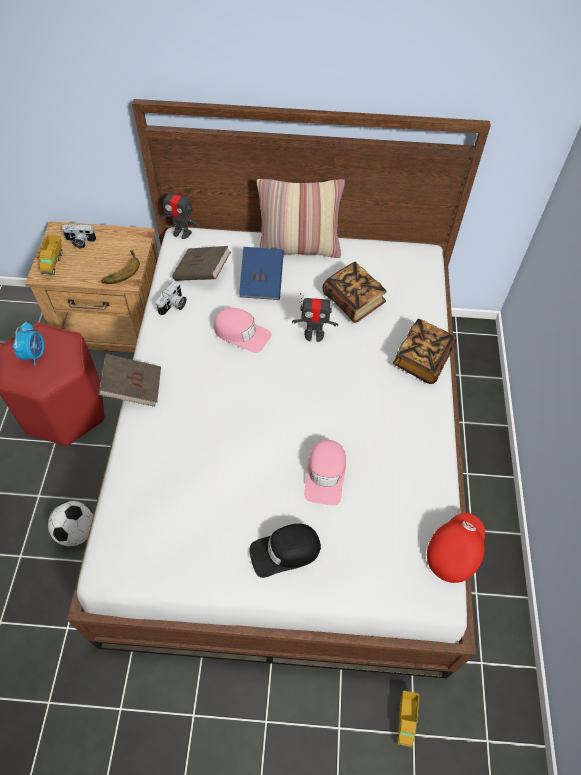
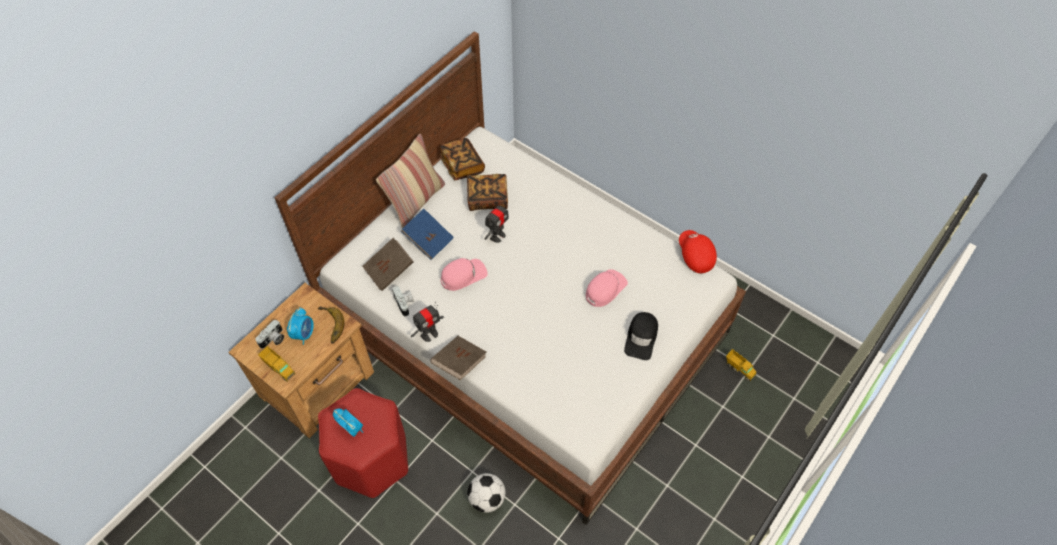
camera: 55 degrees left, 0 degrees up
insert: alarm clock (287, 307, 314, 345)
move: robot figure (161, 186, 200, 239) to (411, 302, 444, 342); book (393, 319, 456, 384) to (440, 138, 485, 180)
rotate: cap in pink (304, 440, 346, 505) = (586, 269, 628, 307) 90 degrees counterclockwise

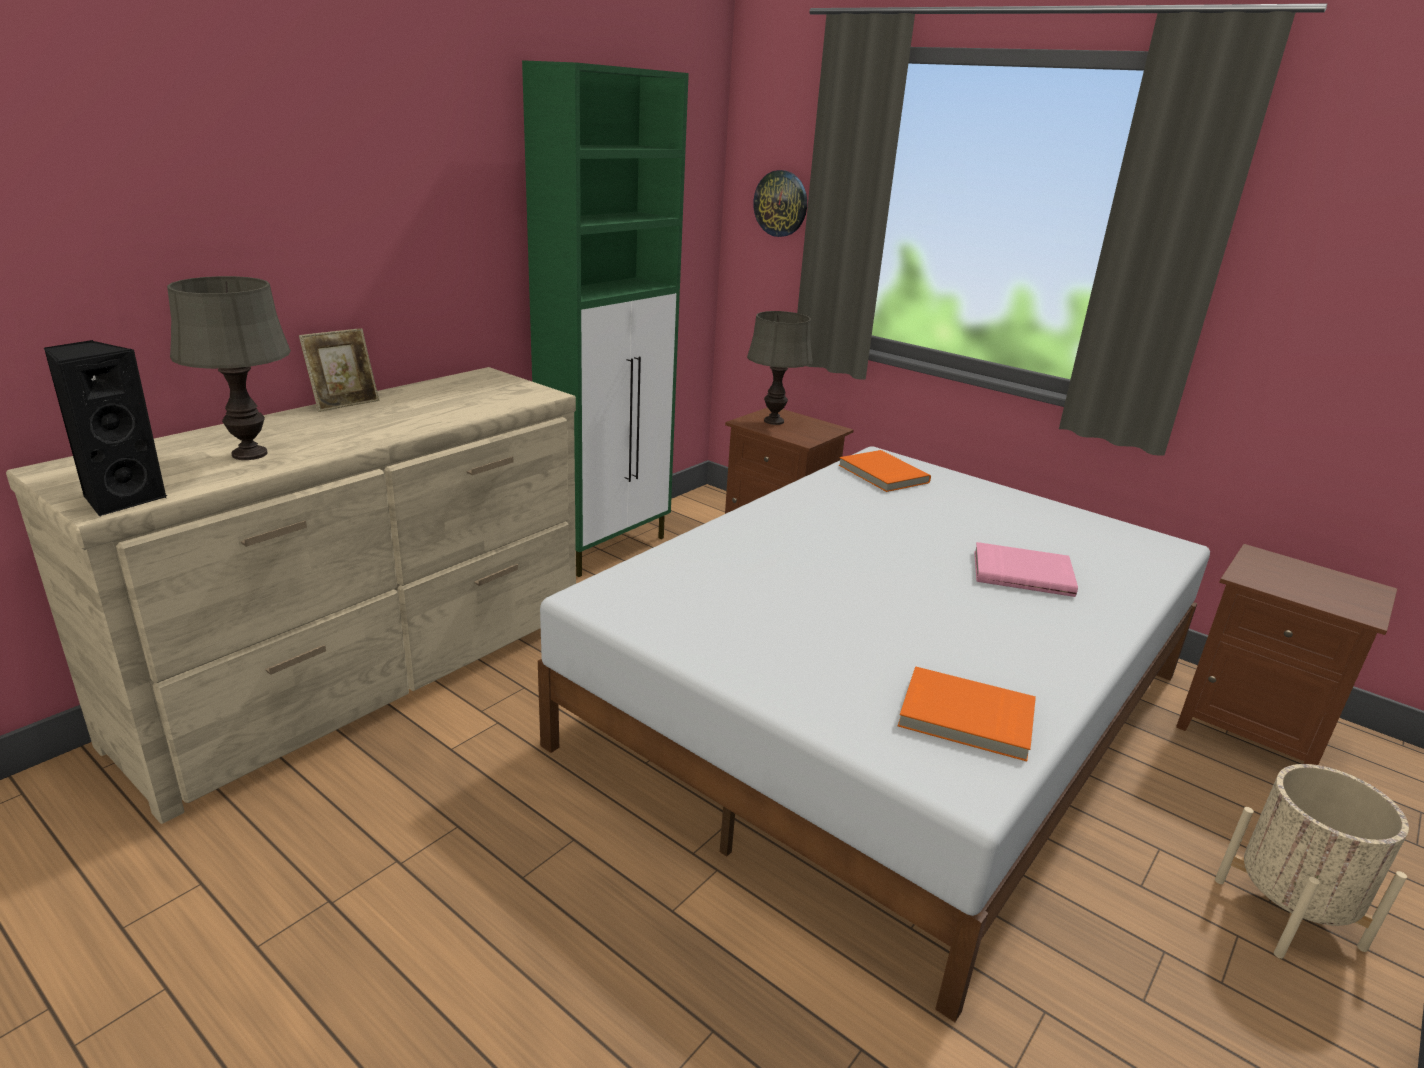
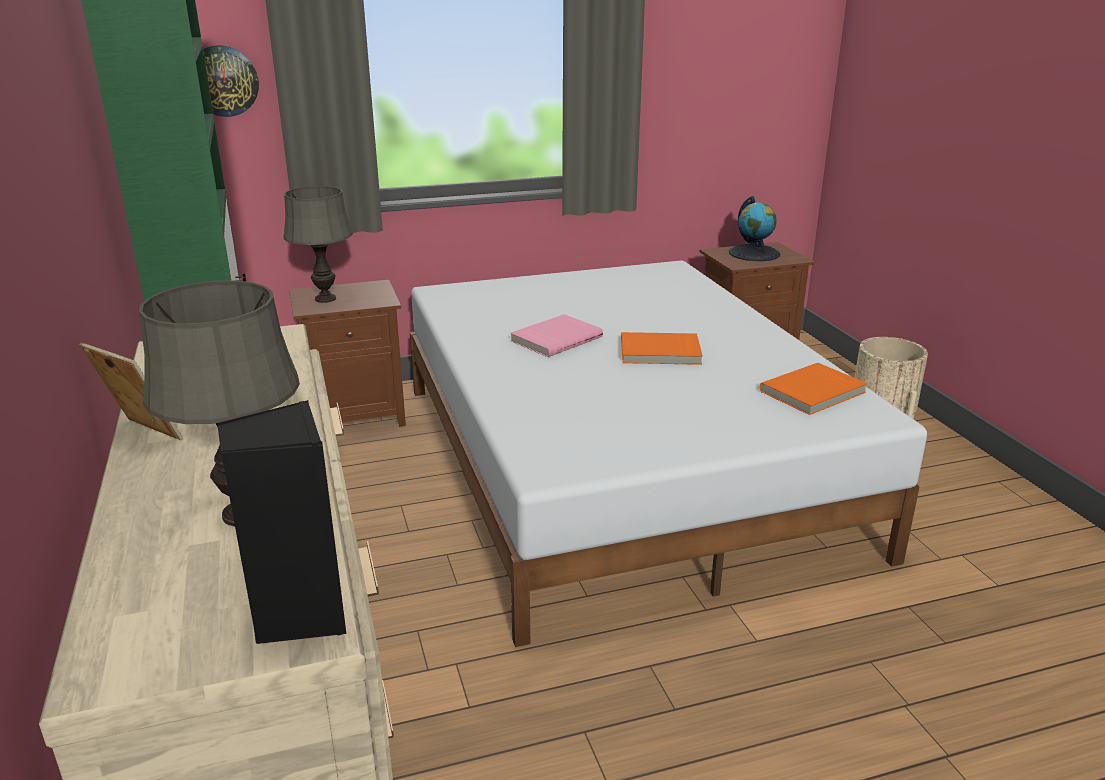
camera: 55 degrees left, 0 degrees up
insert: desk globe (729, 196, 780, 261)
move: book in orange-coloured (839, 450, 931, 492) to (621, 332, 703, 365); book in pink (974, 542, 1078, 597) to (510, 314, 603, 357)
rotate: picture frame (299, 328, 379, 412) = (80, 343, 183, 440) 45 degrees counterclockwise

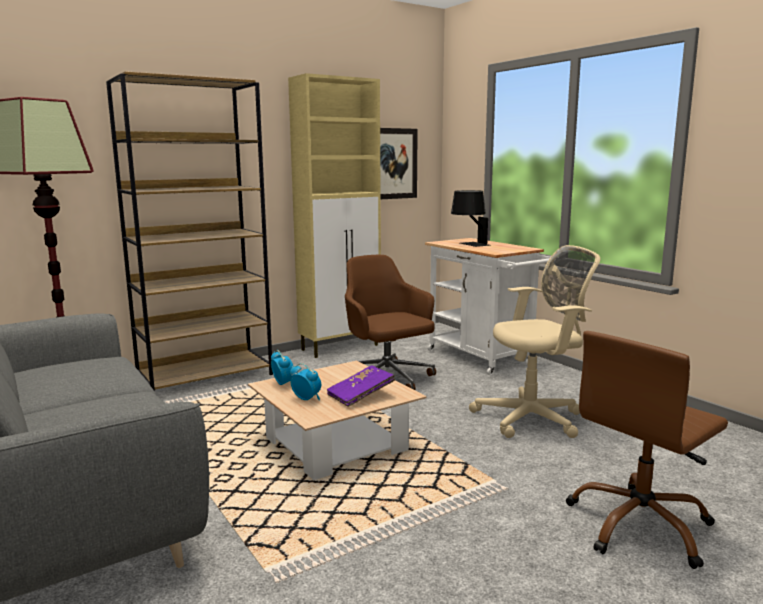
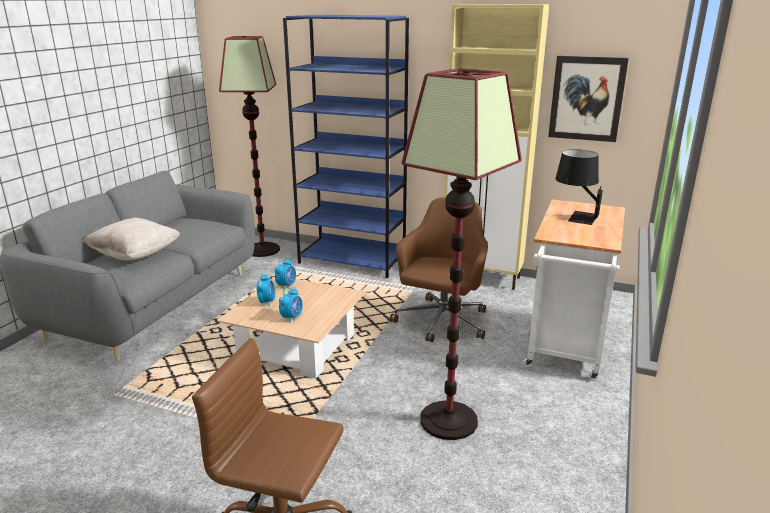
camera: 55 degrees right, 10 degrees up
insert: pillow in beige-coloured (82, 218, 180, 260)
replace: book in purple-coloured (327, 365, 395, 407) to alarm clock (279, 288, 303, 323); desk chair in beige-coloured (469, 245, 600, 438) to floor lamp (402, 68, 522, 440)
recolor: bookcase in brown-coloured (106, 71, 273, 391) to bookcase in blue (283, 15, 409, 278)

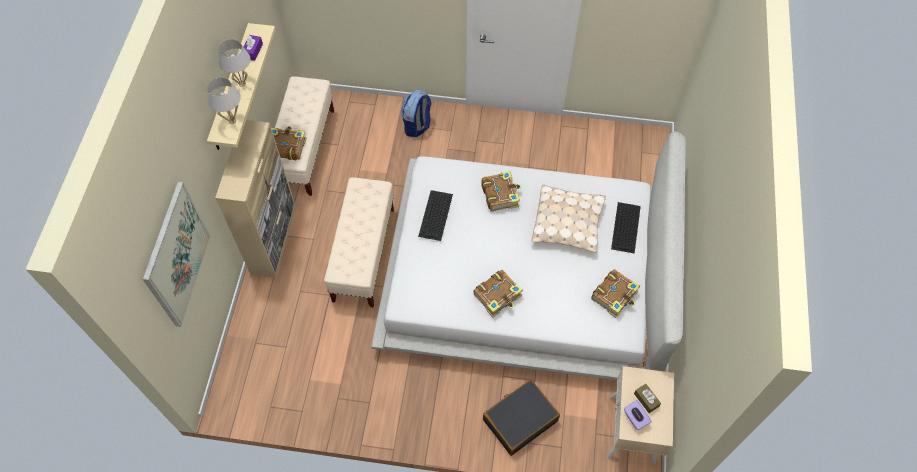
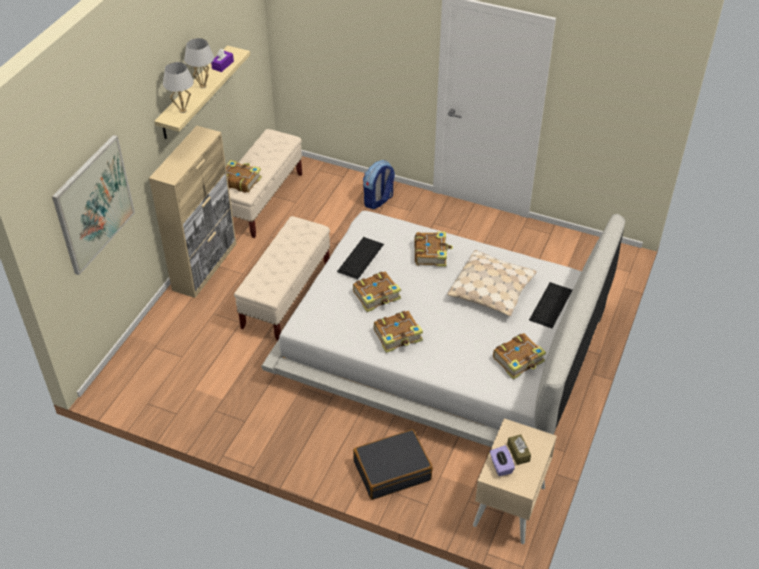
camera: 15 degrees right, 15 degrees down
insert: book (353, 271, 401, 312)

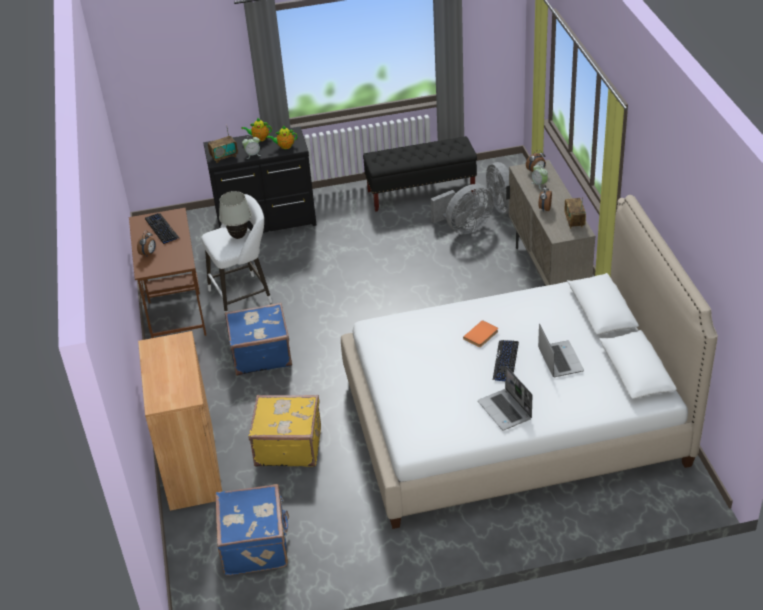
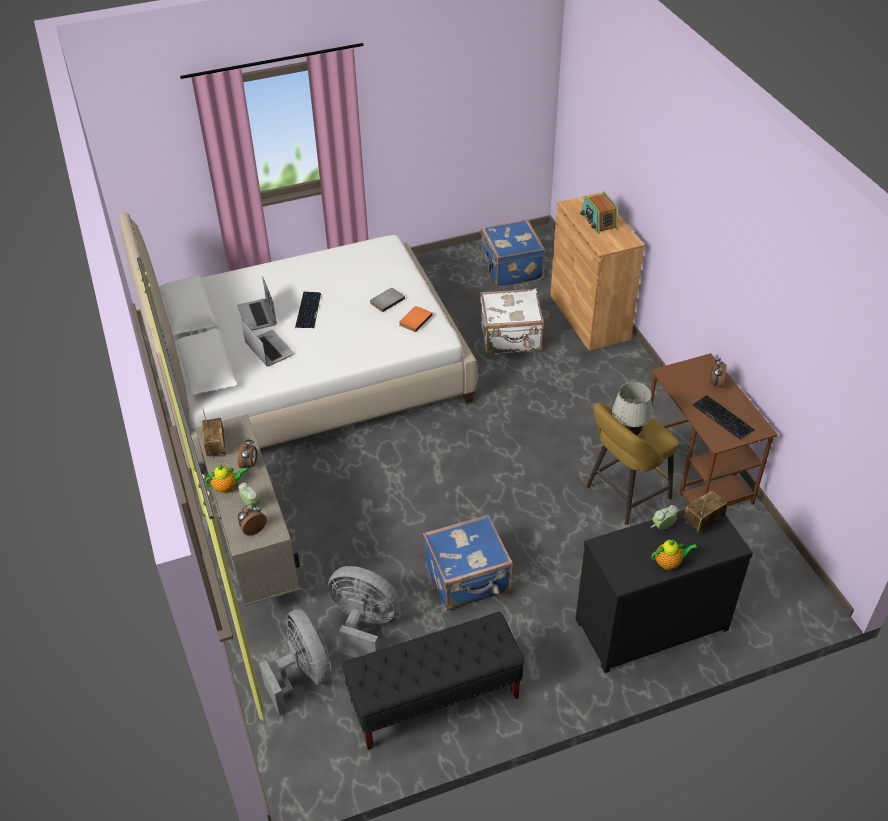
camera: 170 degrees right, 5 degrees up
insert: book in grey (370, 288, 405, 312); radio set (580, 192, 618, 234)
move: travel case in blue (225, 303, 292, 376) to (423, 514, 513, 611); teapot (267, 125, 297, 149) to (206, 465, 248, 493); book in orange-coloured (463, 320, 498, 347) to (399, 306, 433, 332); portable computer (478, 366, 532, 430) to (241, 319, 294, 367)
recolor: sitting stool in white-coloured (202, 194, 272, 312) to sitting stool in yellowish (587, 402, 678, 525); travel case in yellowish (249, 395, 321, 467) to travel case in white-coloured (480, 288, 544, 355)
rotate: cooling fan in grey (431, 184, 494, 234) = (328, 566, 400, 658) 60 degrees clockwise

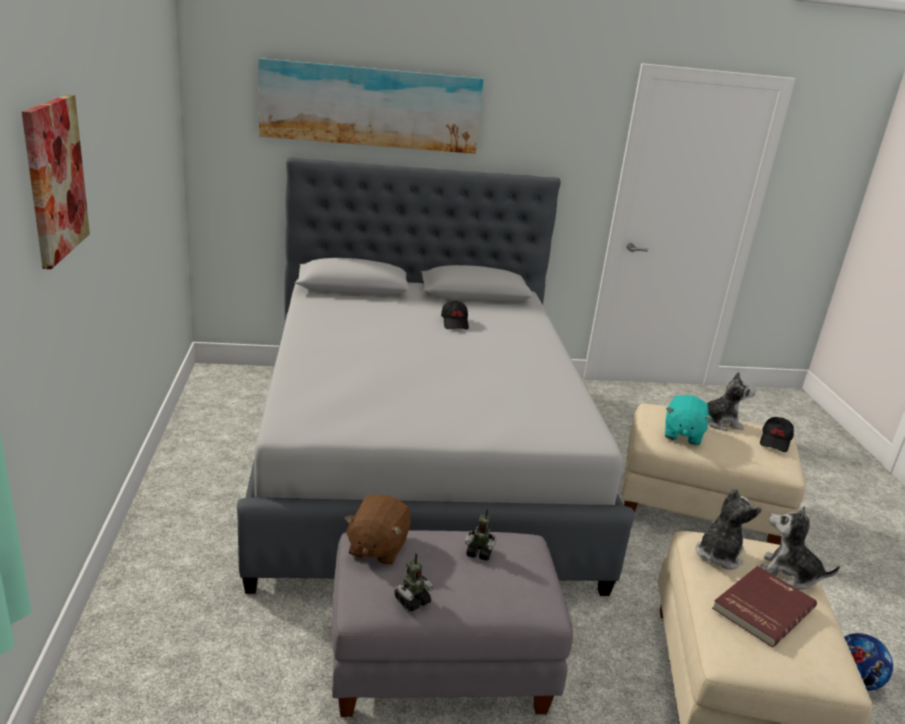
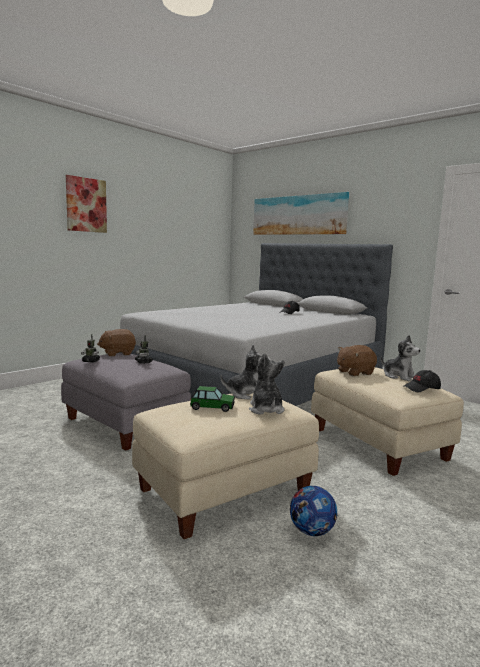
camera: 50 degrees right, 15 degrees down
replace: book in red (712, 566, 817, 648) to model car (190, 386, 235, 412)
recolor: plush toy in turquoise (665, 395, 713, 445) to plush toy in brown-coloured (337, 345, 377, 376)

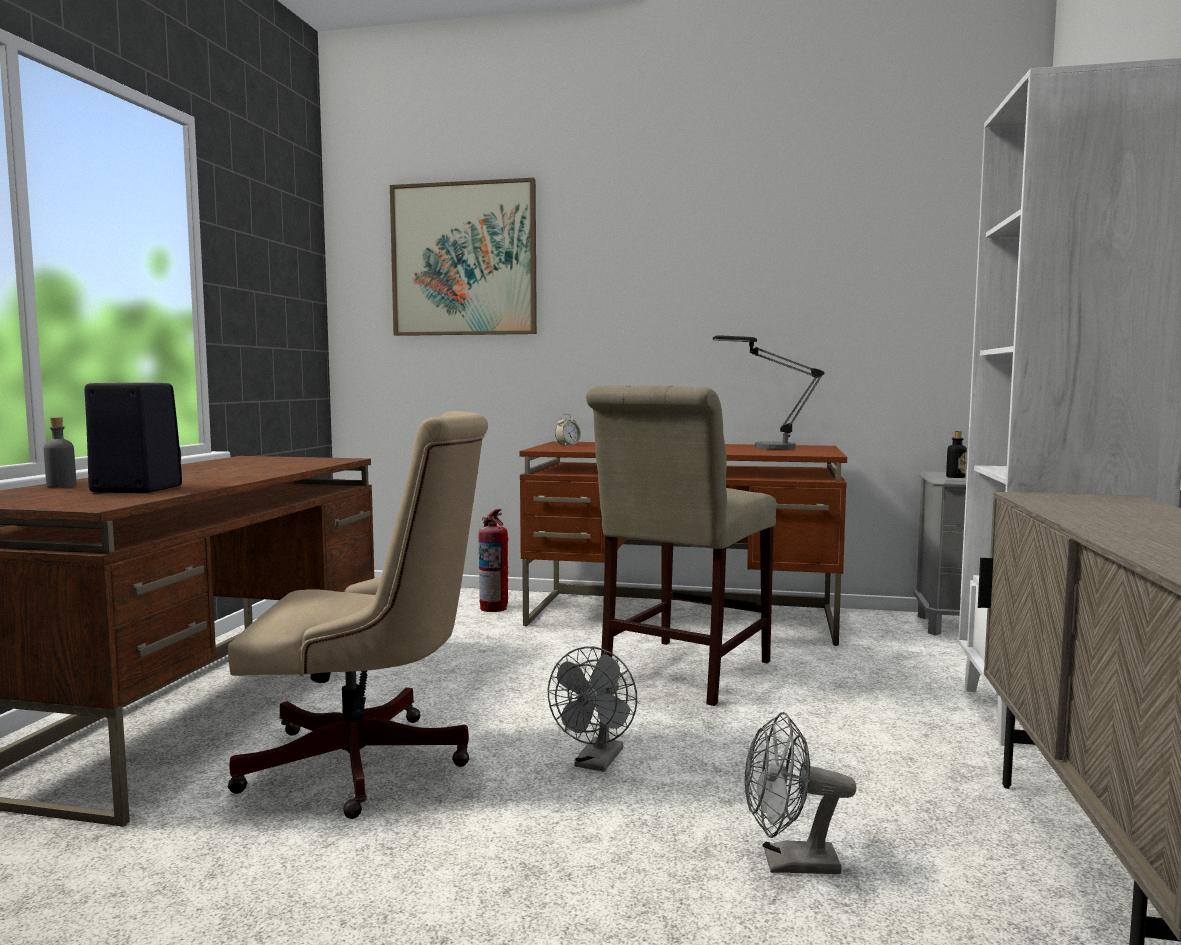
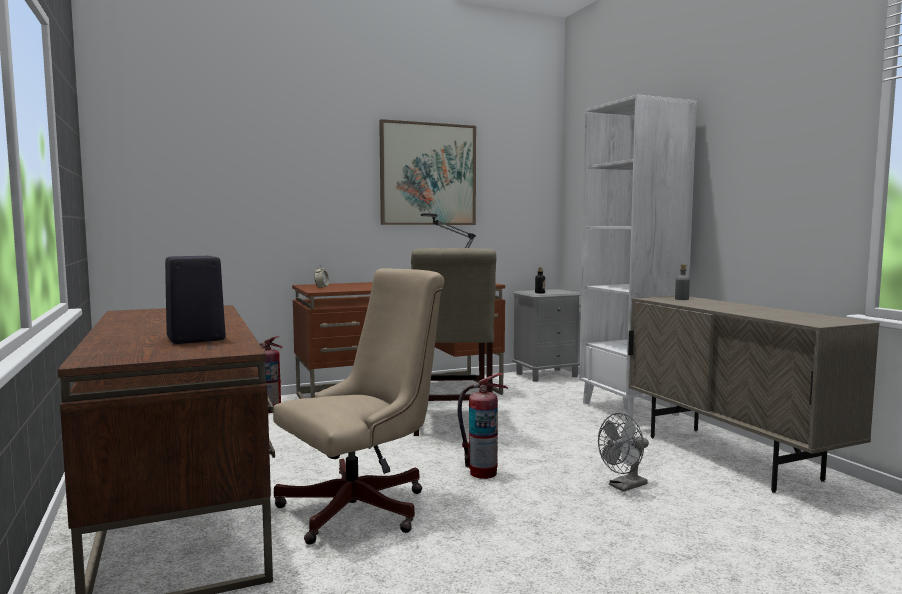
camera: 35 degrees left, 0 degrees up
move: drink bottle in grey (43, 417, 76, 487) to (675, 264, 690, 300); picture (390, 178, 537, 336) to (379, 119, 476, 225)
replace: cooling fan in grey (548, 647, 637, 772) to fire extinguisher (457, 373, 508, 479)

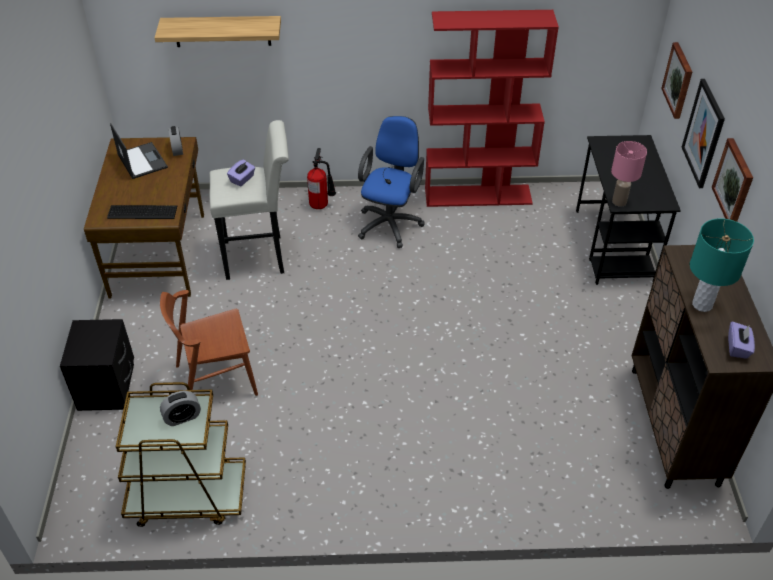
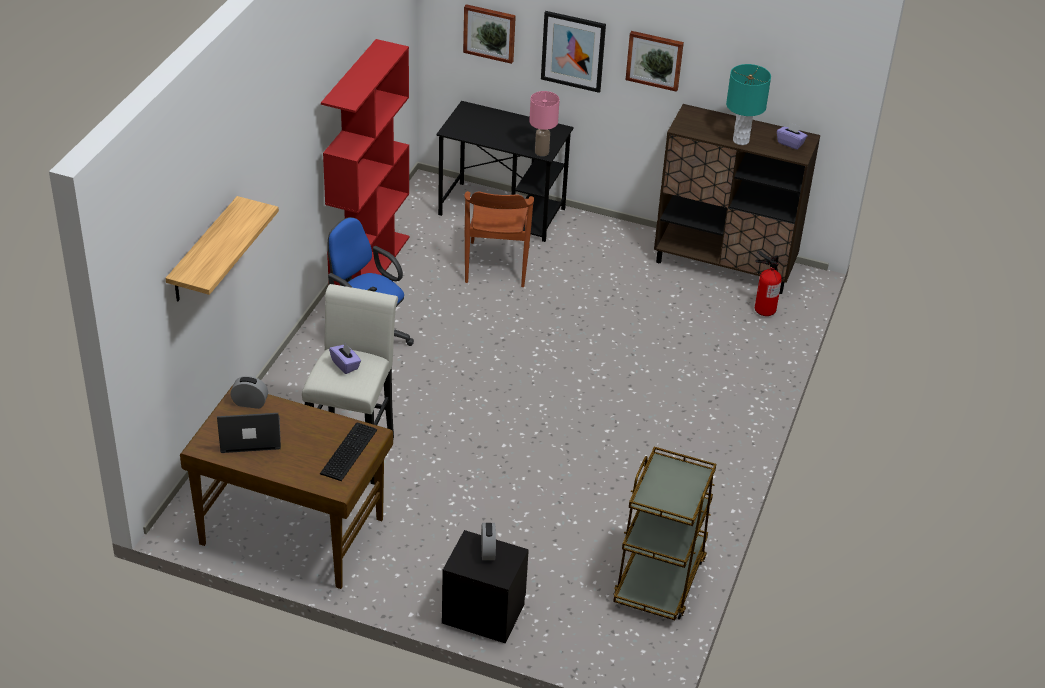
camera: 70 degrees left, 5 degrees down
move: upright chair in brown-coloured (160, 290, 258, 396) to (464, 191, 534, 287); alarm clock (160, 391, 201, 426) to (481, 523, 496, 560); fire extinguisher (307, 148, 336, 209) to (755, 250, 782, 316)

